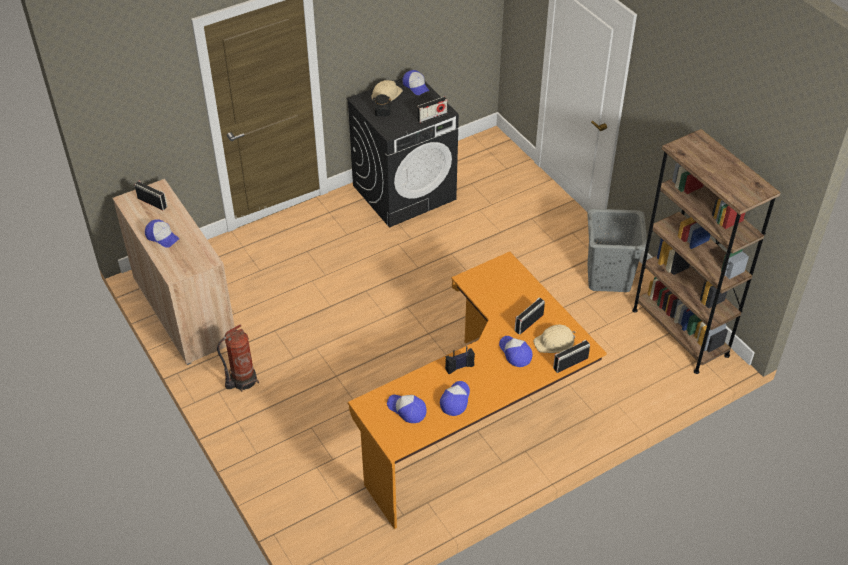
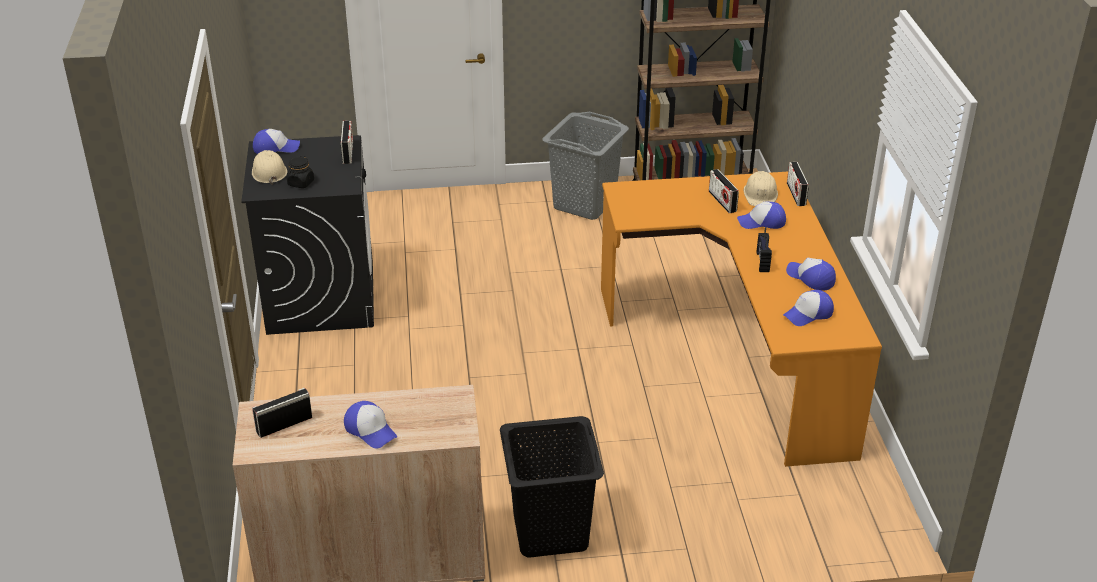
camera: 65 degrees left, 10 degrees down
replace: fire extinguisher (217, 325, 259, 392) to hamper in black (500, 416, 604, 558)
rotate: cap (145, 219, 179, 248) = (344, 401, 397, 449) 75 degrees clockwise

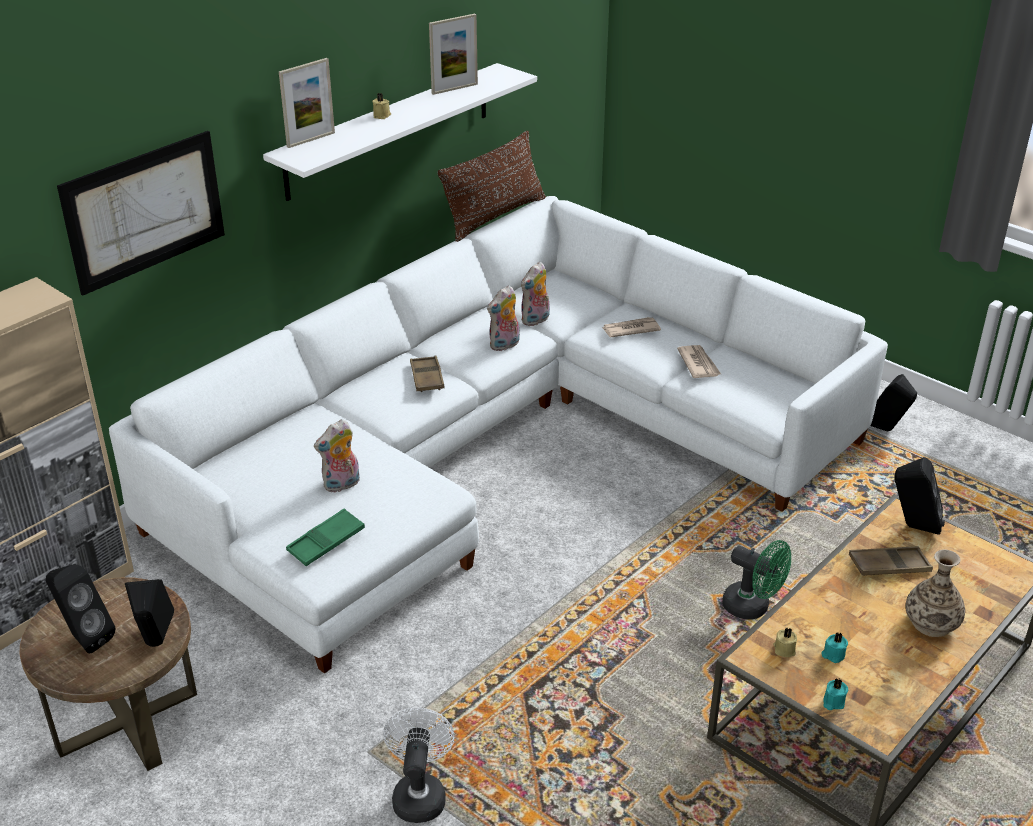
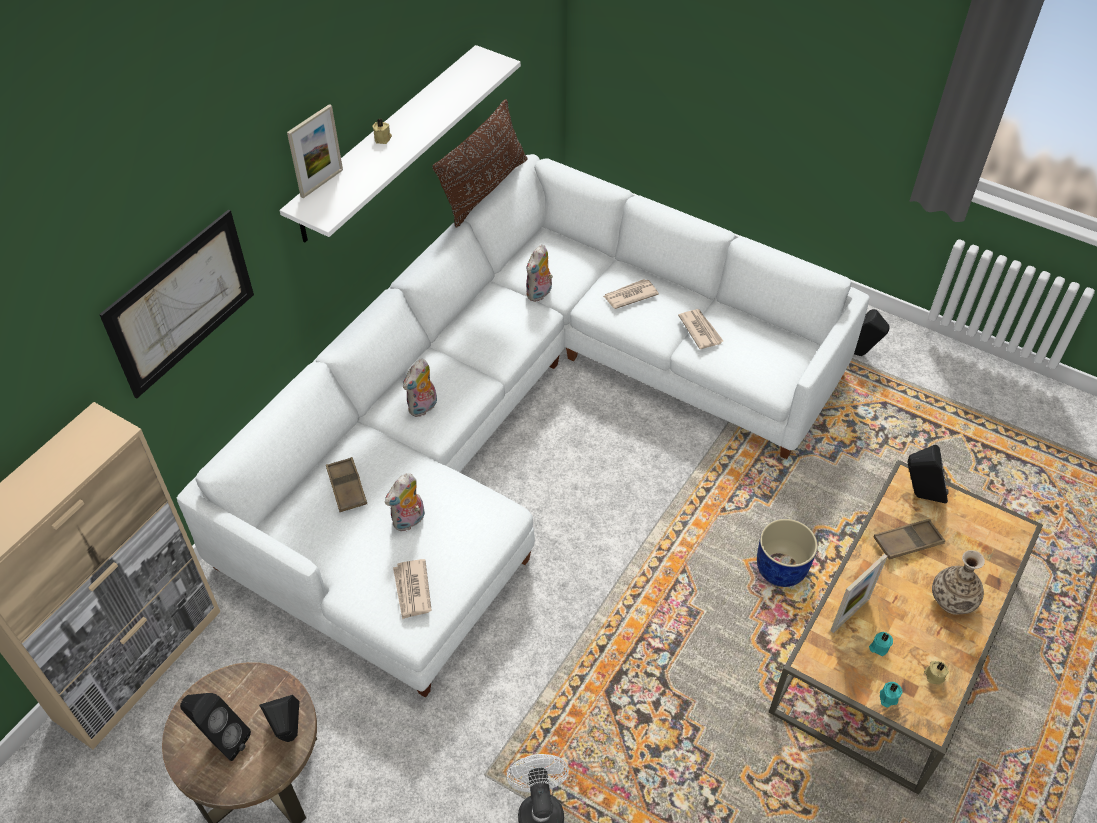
camera: 10 degrees left, 15 degrees up
move: tray in brown-coloured (410, 356, 444, 392) to (326, 457, 367, 512); picture frame (429, 14, 478, 95) to (830, 554, 887, 633); plush toy (487, 285, 520, 351) to (403, 359, 437, 417); wax light in beige-coloured (773, 628, 797, 657) to (924, 661, 949, 684)
replace: tray in green (286, 508, 365, 566) to daily paper (393, 559, 432, 619); cooling fan in green (722, 540, 791, 620) to flower pot in blue (757, 519, 818, 587)

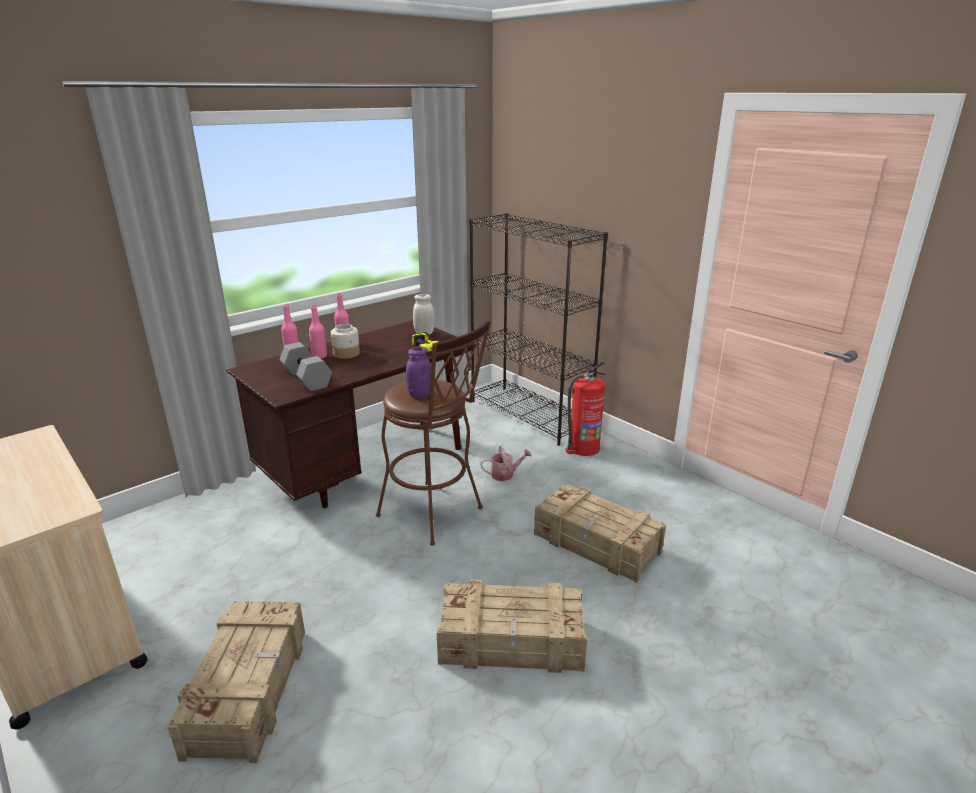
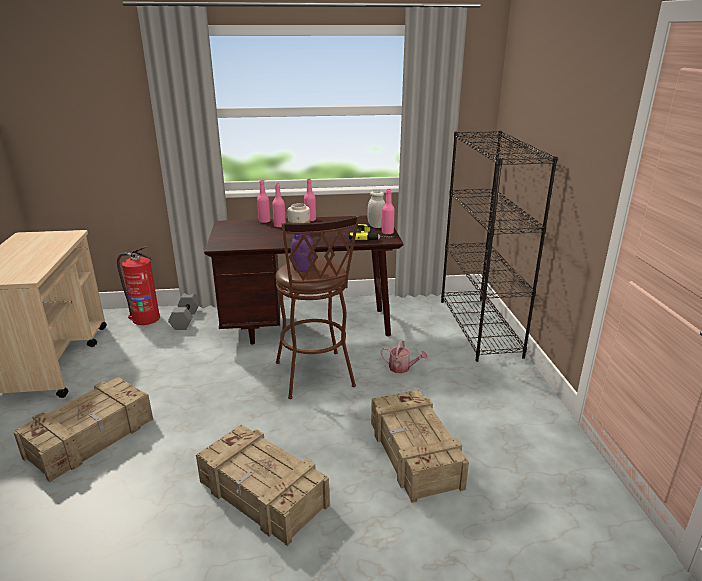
camera: 35 degrees right, 0 degrees up
insert: drink bottle in pink (382, 189, 395, 234)
move: hand weight in grey (280, 342, 332, 391) to (168, 293, 200, 330); fire extinguisher (566, 362, 606, 456) to (117, 247, 160, 325)

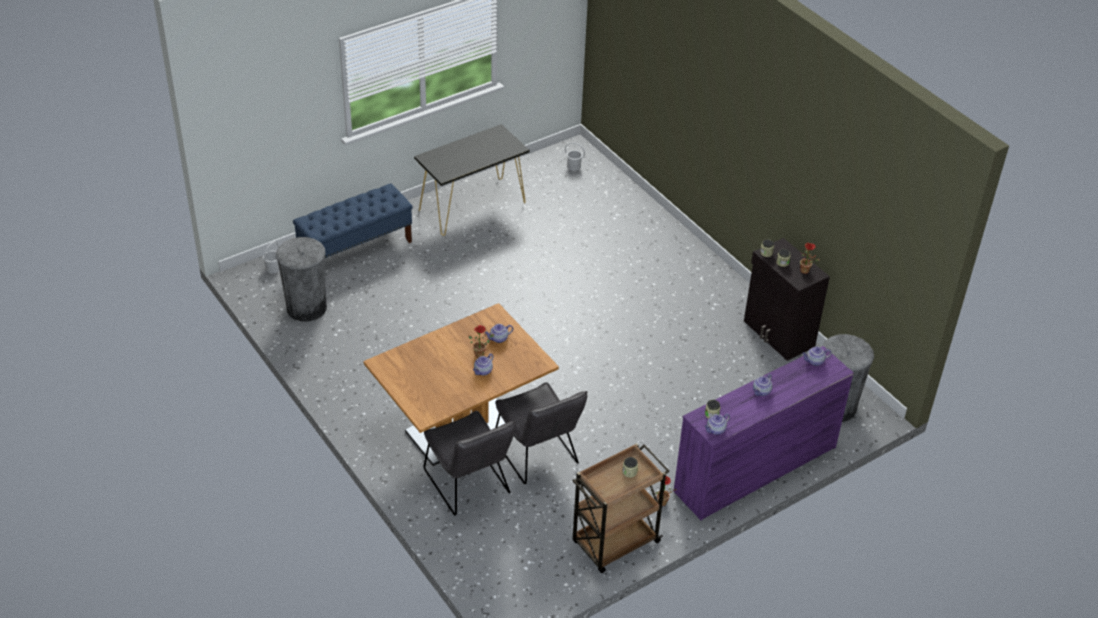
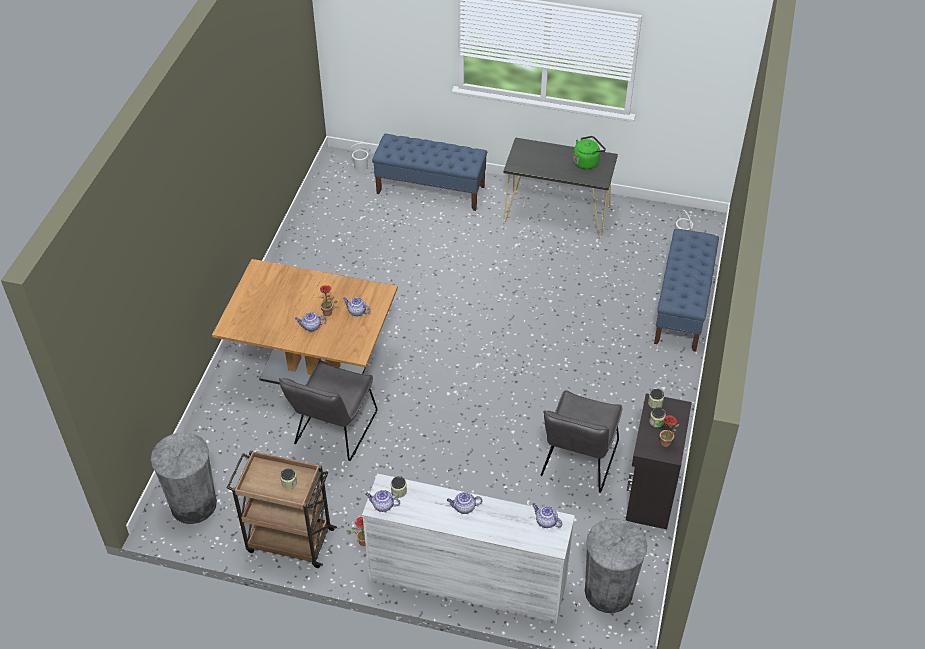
camera: 50 degrees right, 5 degrees up
insert: kettle in green (573, 136, 606, 169); bench in blue (654, 229, 719, 352)
move: trash can in grey (276, 237, 327, 322) to (151, 432, 217, 524); upright chair in grey (424, 411, 516, 515) to (541, 390, 622, 493)
recolor: chest of drawers in purple-coloured (673, 346, 854, 521) to chest of drawers in white-coloured (362, 473, 575, 624)

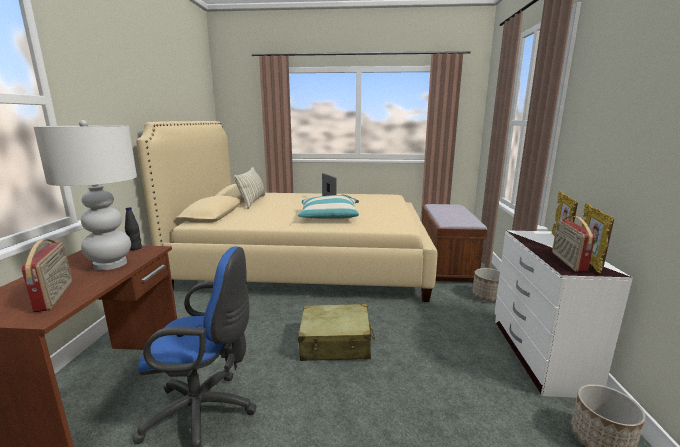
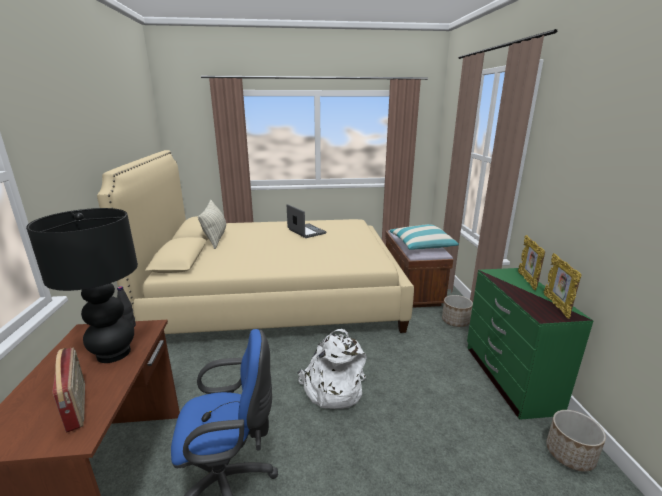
camera: 10 degrees left, 5 degrees up
delete: radio set (552, 216, 595, 272)
move: pillow (298, 195, 359, 219) to (390, 224, 459, 250)
replace: travel case in beige-coloured (298, 304, 375, 361) to backpack in white-coloured (298, 329, 367, 409)
recolor: tabletop lamp in white-coloured (34, 120, 137, 270) to tabletop lamp in black (26, 208, 138, 363); chest of drawers in white-coloured (494, 230, 633, 398) to chest of drawers in green (467, 268, 593, 420)

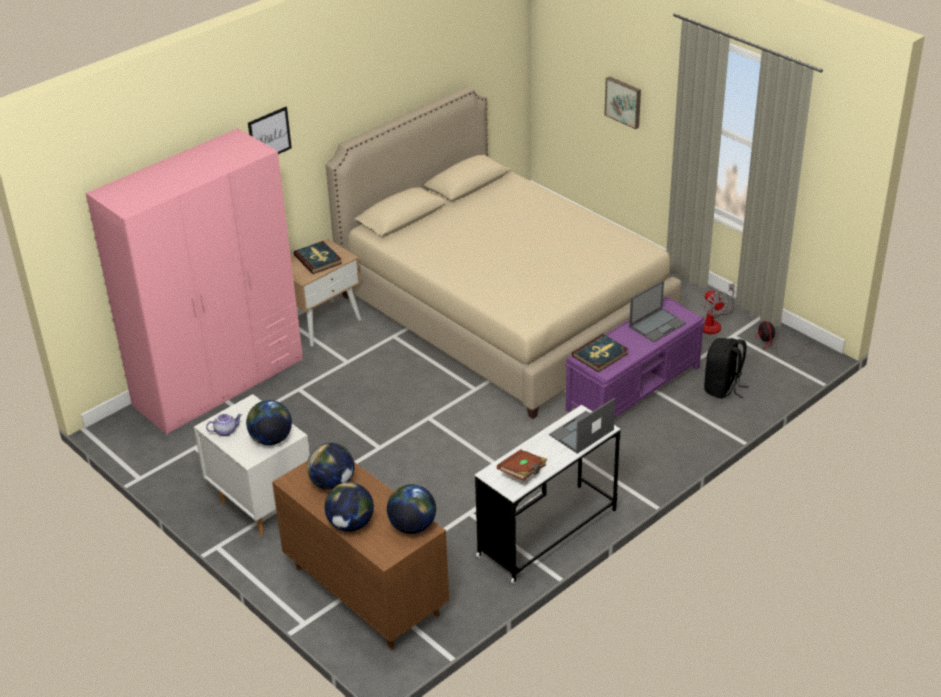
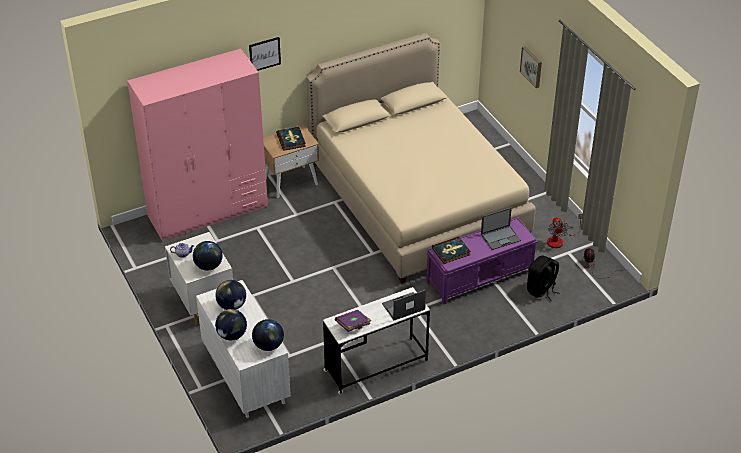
camera: 15 degrees right, 5 degrees up
recolor: chest of drawers in brown-coloured (272, 461, 450, 649) to chest of drawers in white-coloured (196, 280, 291, 418); book in brown-coloured (497, 449, 547, 481) to book in purple-coloured (335, 310, 372, 332)

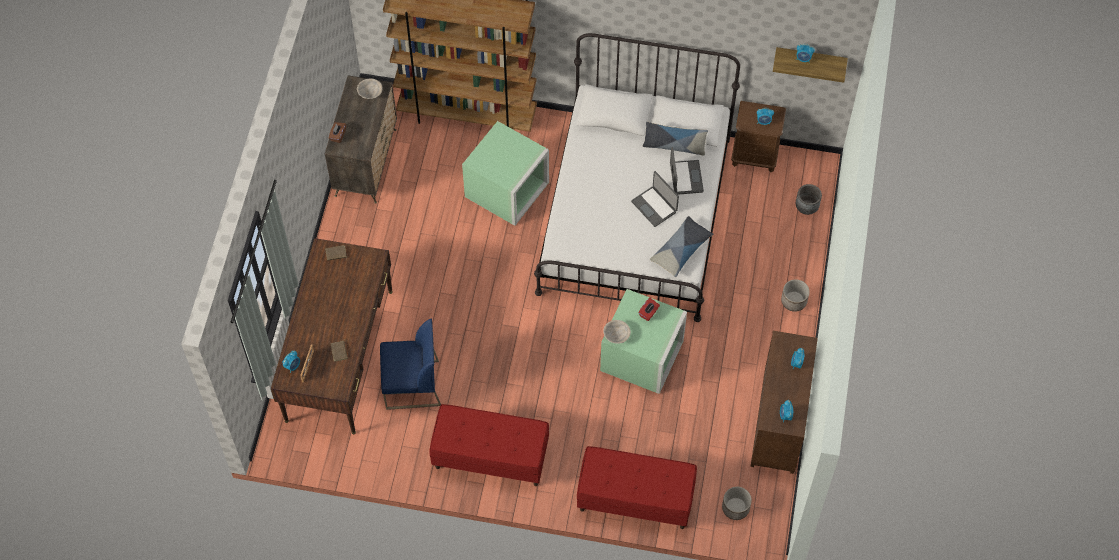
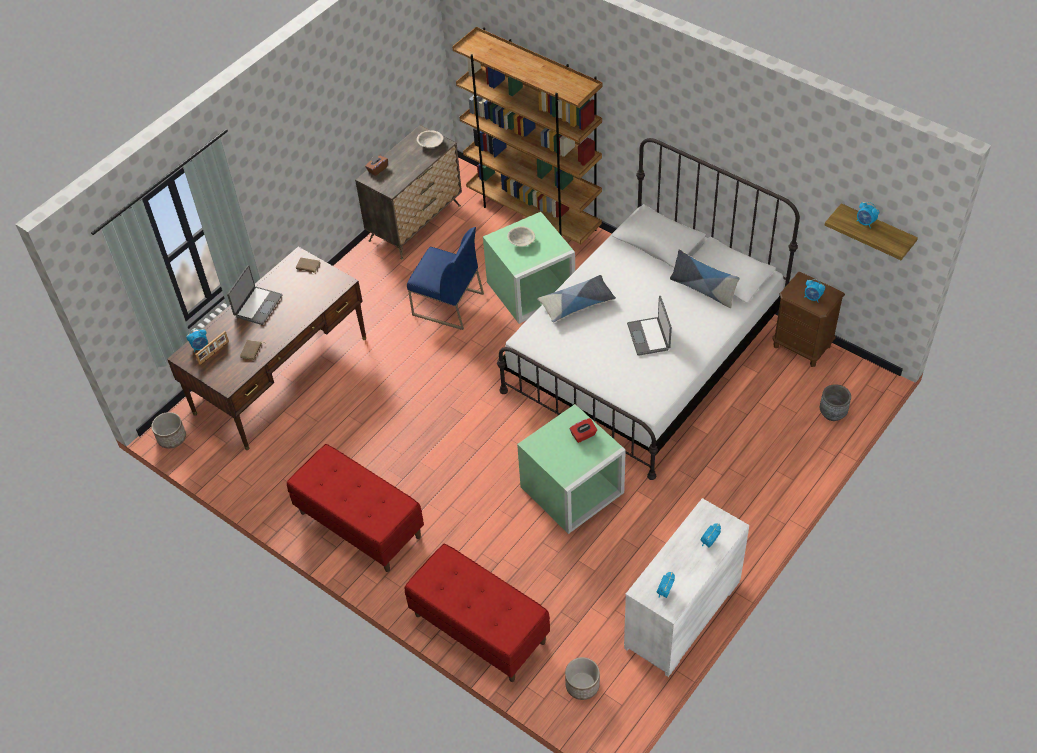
camera: 30 degrees right, 10 degrees down
move: upright chair in blue (380, 318, 441, 410) to (407, 227, 484, 330); serving bowl in beige-coloured (603, 320, 631, 344) to (507, 227, 535, 247); pillow (650, 216, 713, 277) to (537, 275, 616, 322); portable computer (670, 147, 704, 195) to (227, 265, 282, 325); flower pot (781, 279, 810, 312) to (151, 412, 186, 449)
recolor: chest of drawers in brown-coloured (750, 331, 818, 474) to chest of drawers in white-coloured (624, 498, 749, 677)

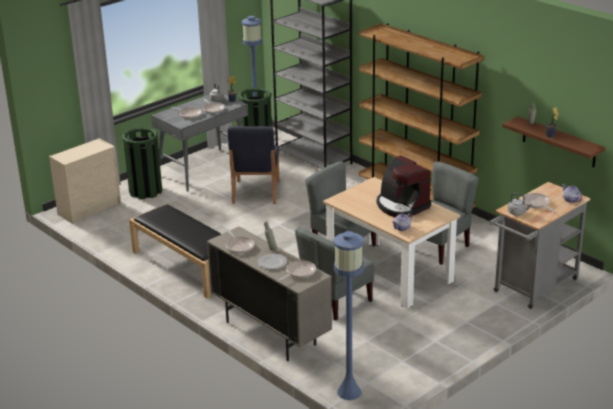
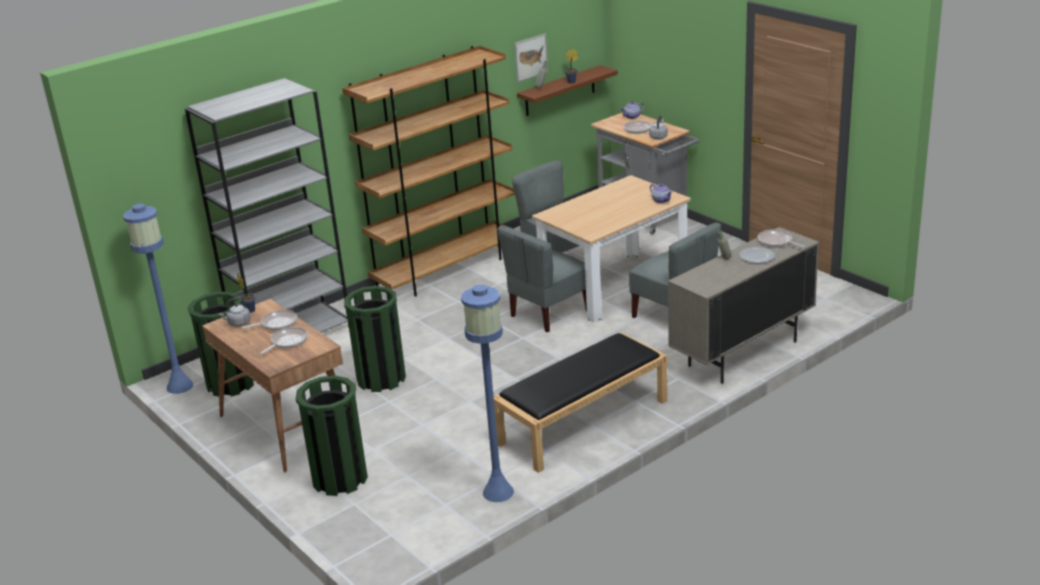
camera: 85 degrees left, 0 degrees up
delete: chest of drawers in beige-coloured (49, 138, 121, 224); frying pan (226, 230, 254, 254); coffee brewer (377, 155, 431, 217)
insert: picture (514, 34, 548, 82)
move: floor lamp in blue (334, 231, 364, 400) to (461, 284, 514, 502)
replace: upright chair in blue (227, 126, 280, 204) to trash can in green (344, 286, 406, 392)
recolor: desk table in grey (151, 94, 248, 192) to desk table in brown-coloured (202, 299, 343, 472)

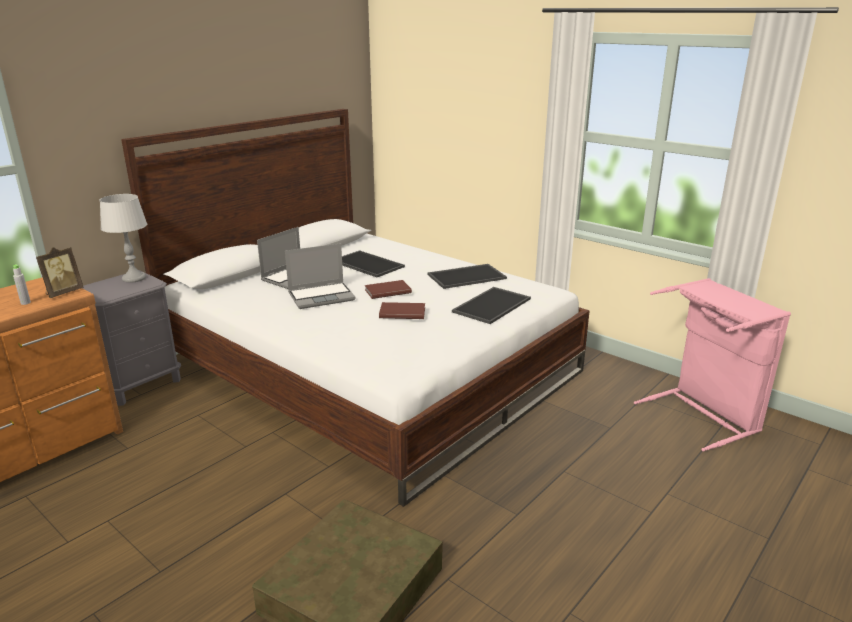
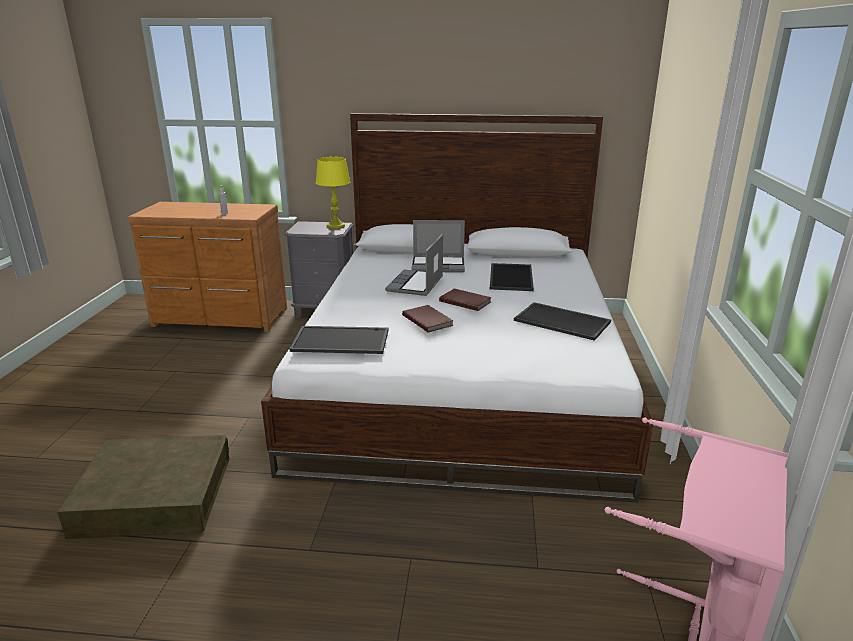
camera: 55 degrees right, 0 degrees up
delete: picture frame (36, 247, 83, 298)
move: tray (452, 287, 531, 324) to (290, 326, 388, 354)
recolor: tabletop lamp in grey (100, 194, 147, 283) to tabletop lamp in yellowish (315, 157, 351, 229)
rotate: portable computer (285, 243, 356, 309) = (385, 234, 443, 296) 75 degrees clockwise

